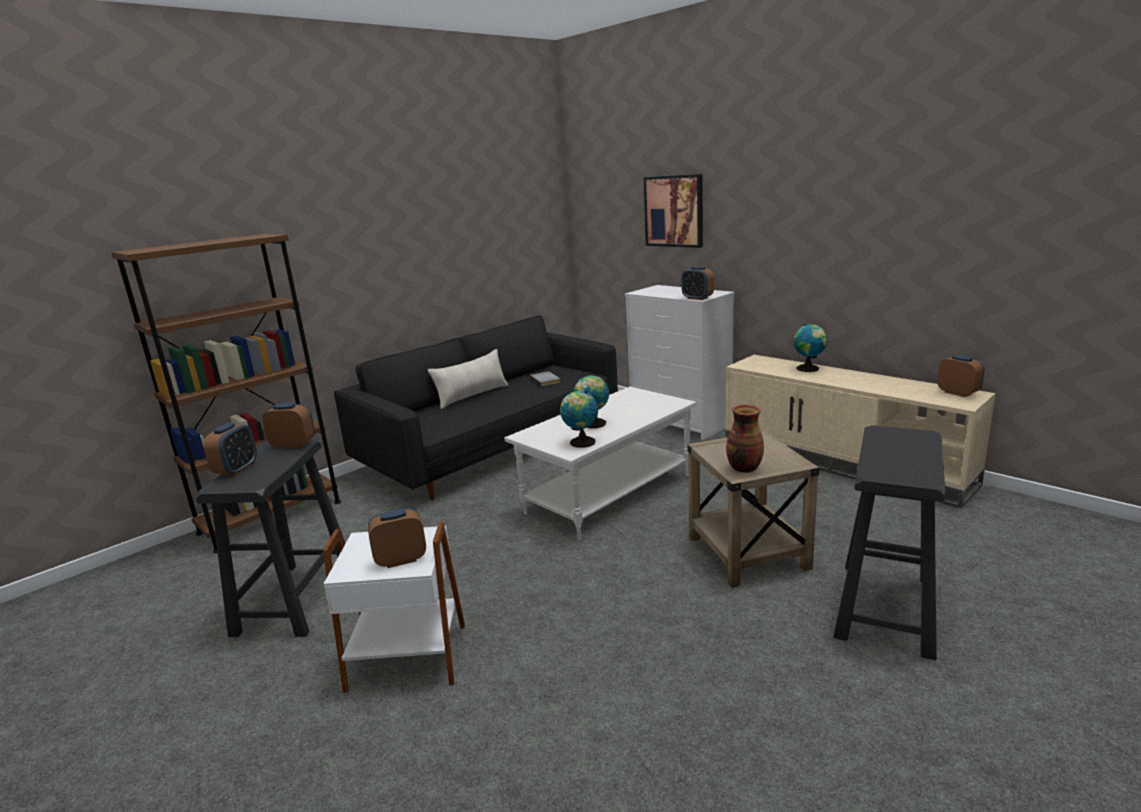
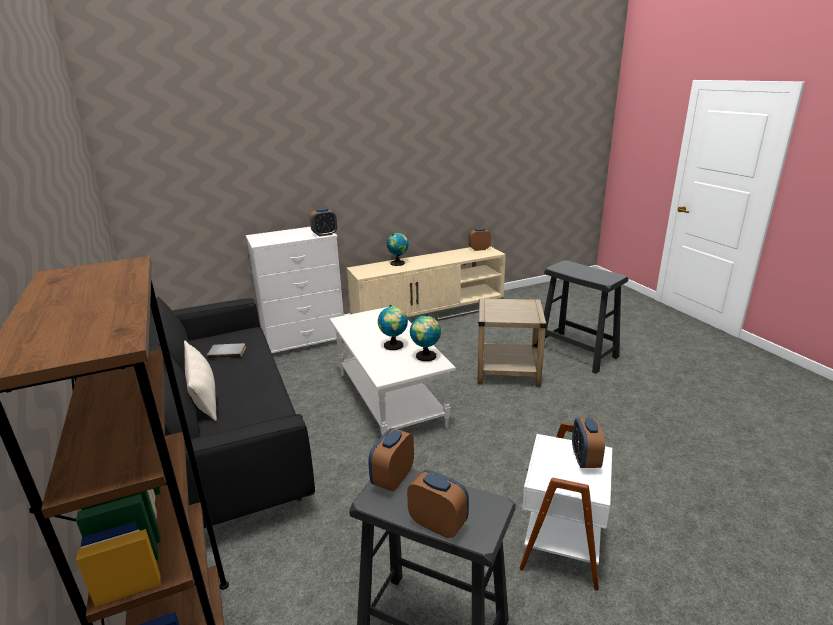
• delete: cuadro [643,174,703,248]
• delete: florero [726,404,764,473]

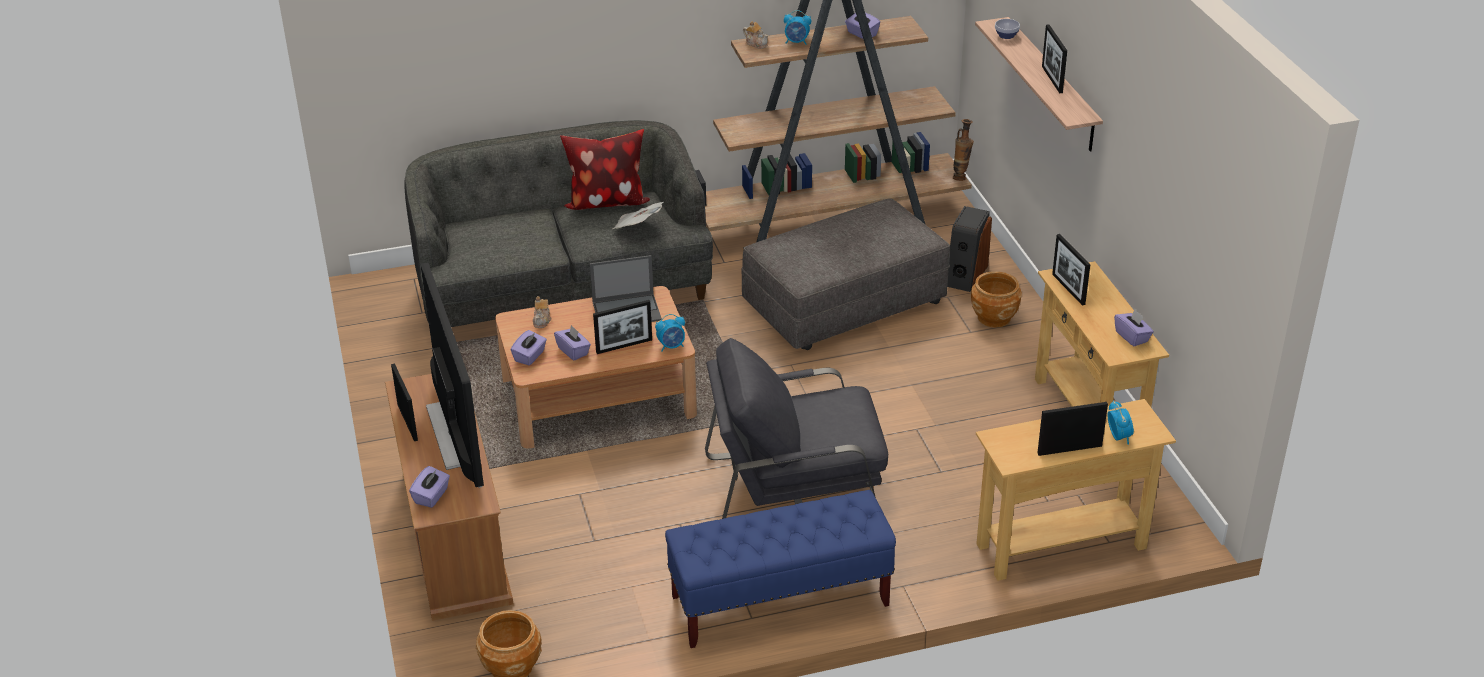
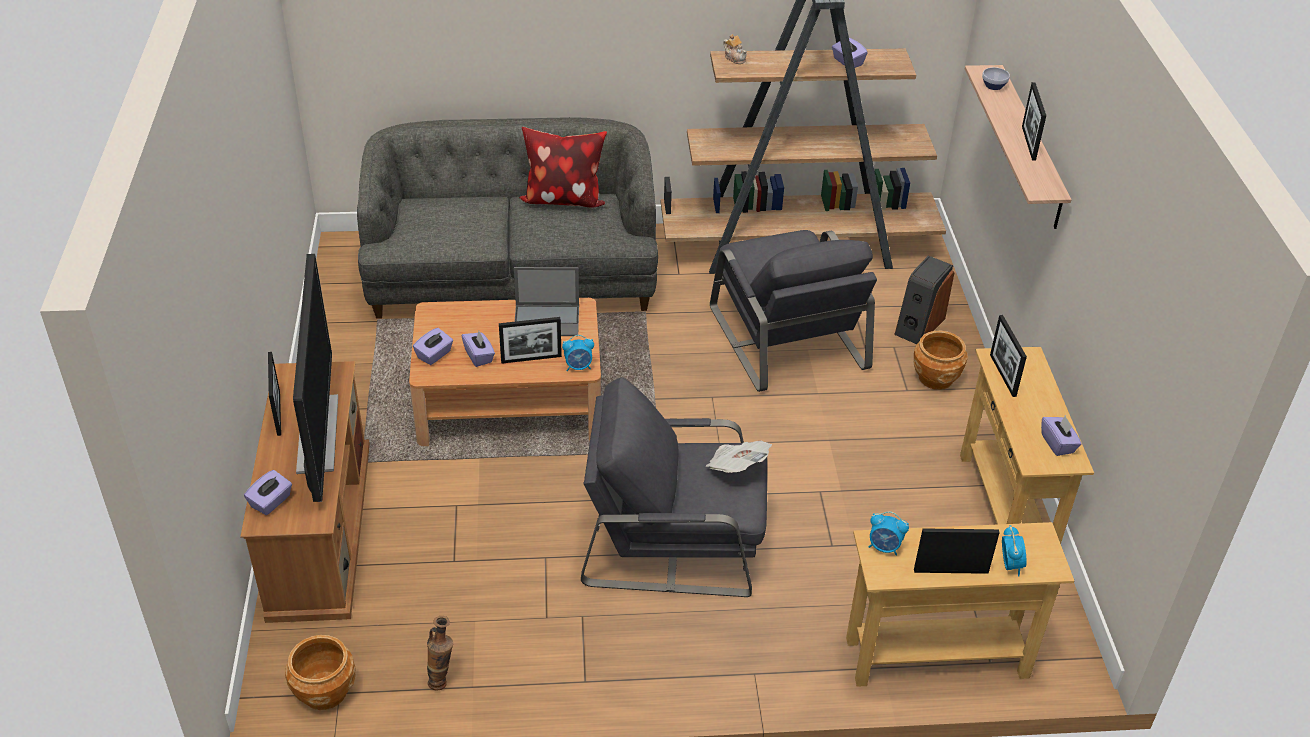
• move: despertador [784,10,811,45] to [869,512,909,556]
• move: florero [953,119,974,181] to [427,616,453,691]
• replace: puf/gris [742,198,950,350] to sillón/gris [710,230,877,392]
• move: periódico [613,202,663,229] to [705,441,772,473]
• delete: tetera [533,296,551,328]
• delete: banco/azul [665,490,896,648]

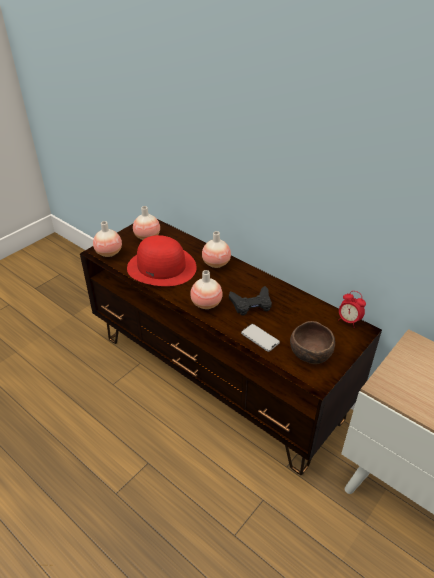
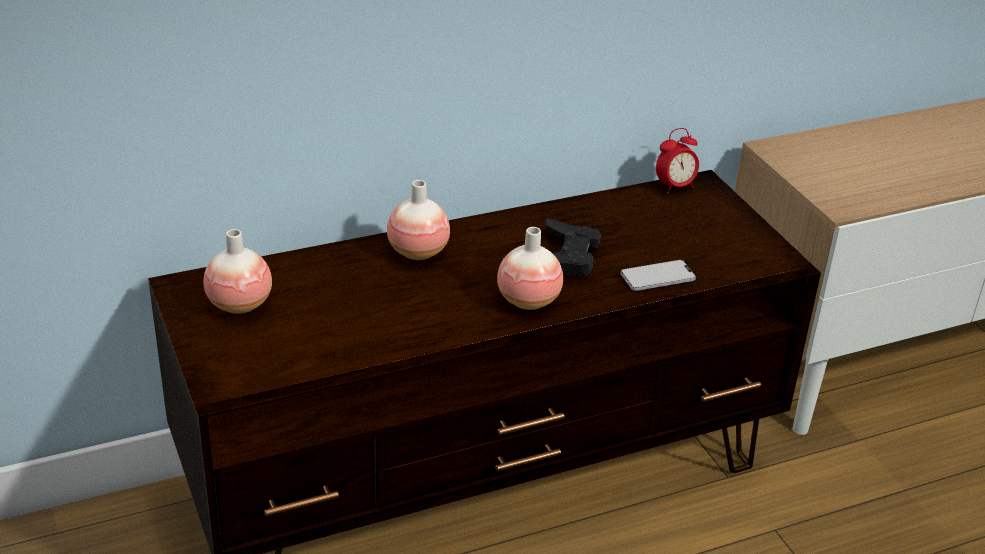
• delete: florero [93,221,122,257]
• delete: sombrero/rojo [127,235,197,286]
• delete: cuenco/marrón [290,321,335,364]

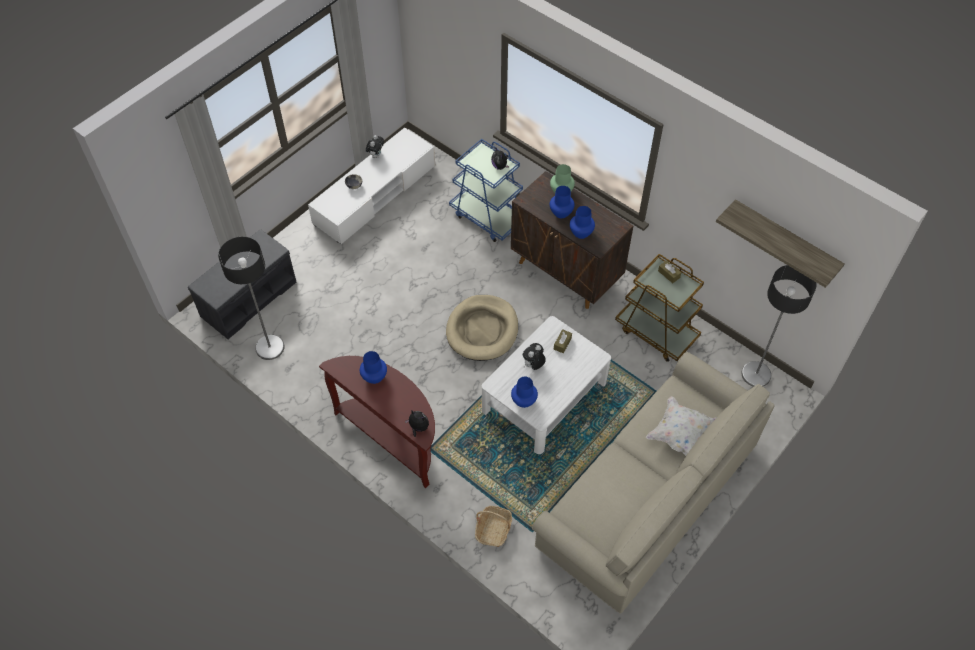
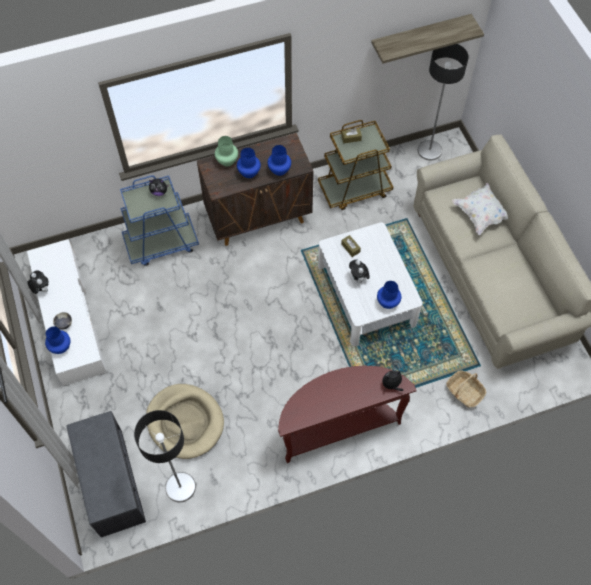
• move: cama para perro/beis [446,295,518,361] to [146,384,224,459]
• move: florero/azul [360,351,387,384] to [45,326,70,354]

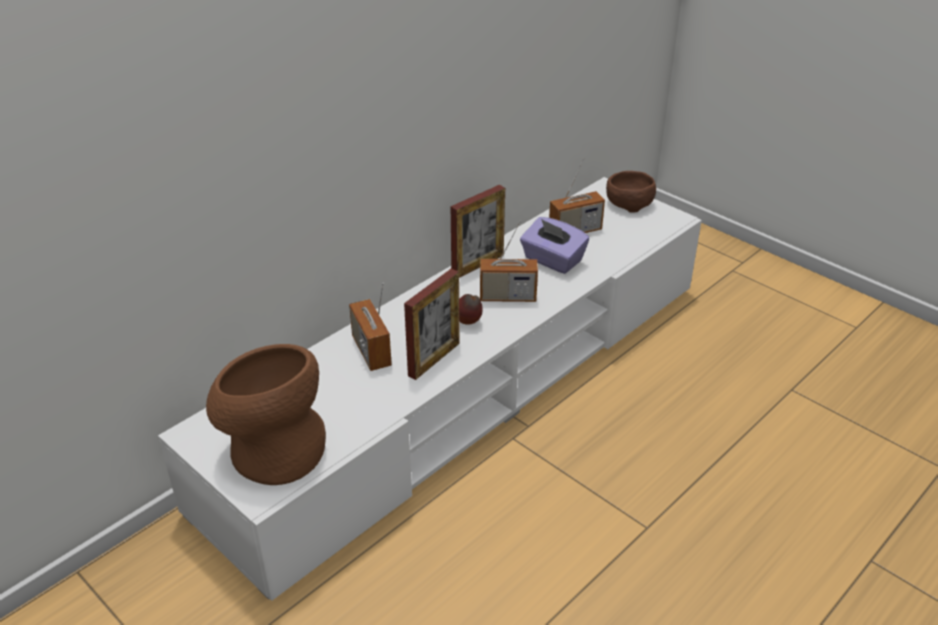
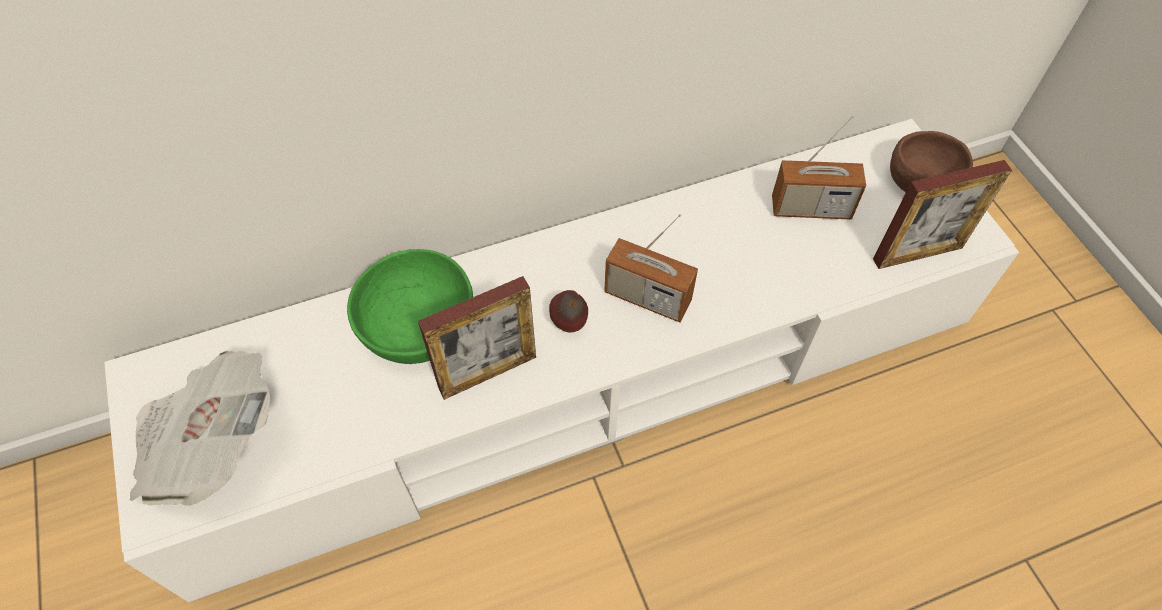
• move: portarretratos [451,185,505,278] to [873,160,1012,269]
• delete: caja de pañuelos/morado [520,217,589,274]
• replace: radio [349,283,392,371] to cuenco/verde [347,249,473,364]
• replace: florero/marrón [206,344,326,485] to periódico [130,350,270,506]

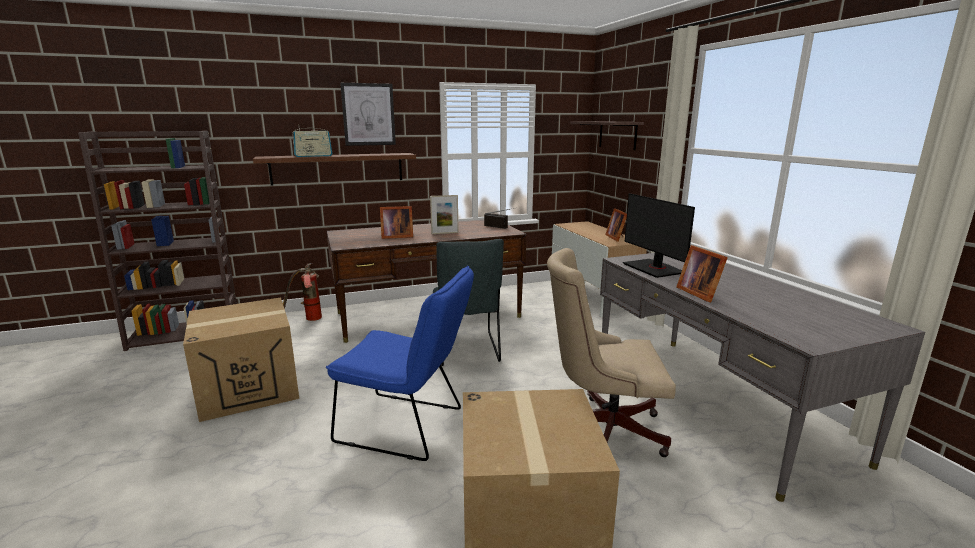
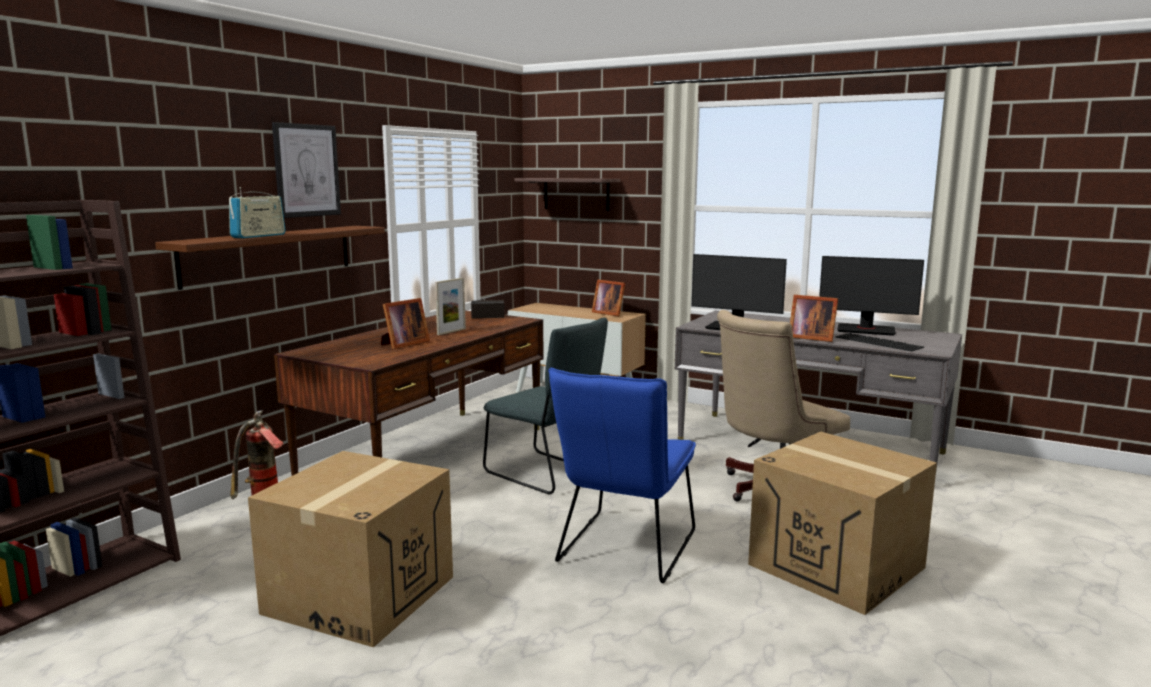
• rotate: silla/azul [326,266,474,461] = [548,368,696,583] 135 degrees clockwise
• insert: monitor [819,256,924,336]
• insert: teclado [835,333,924,351]

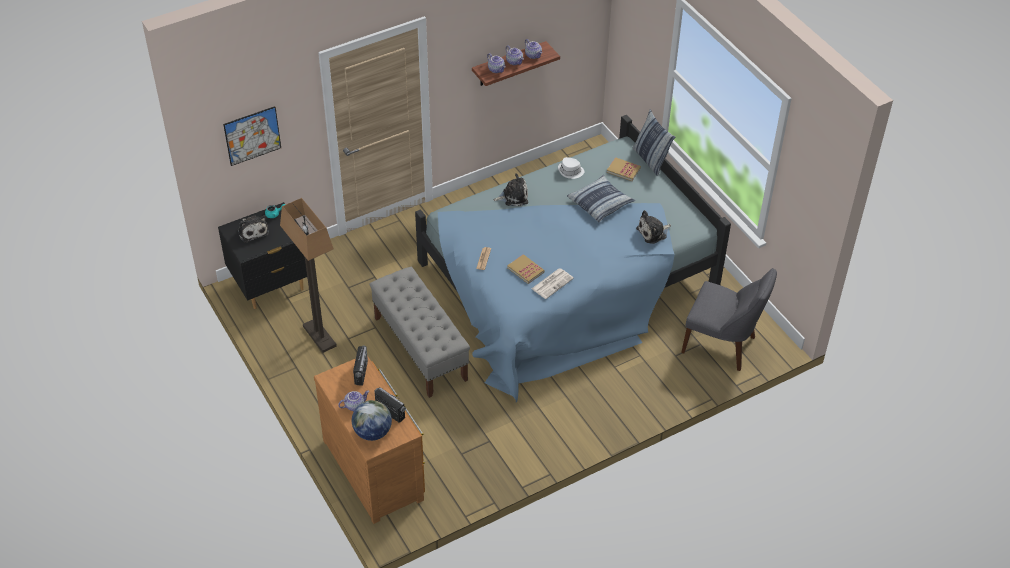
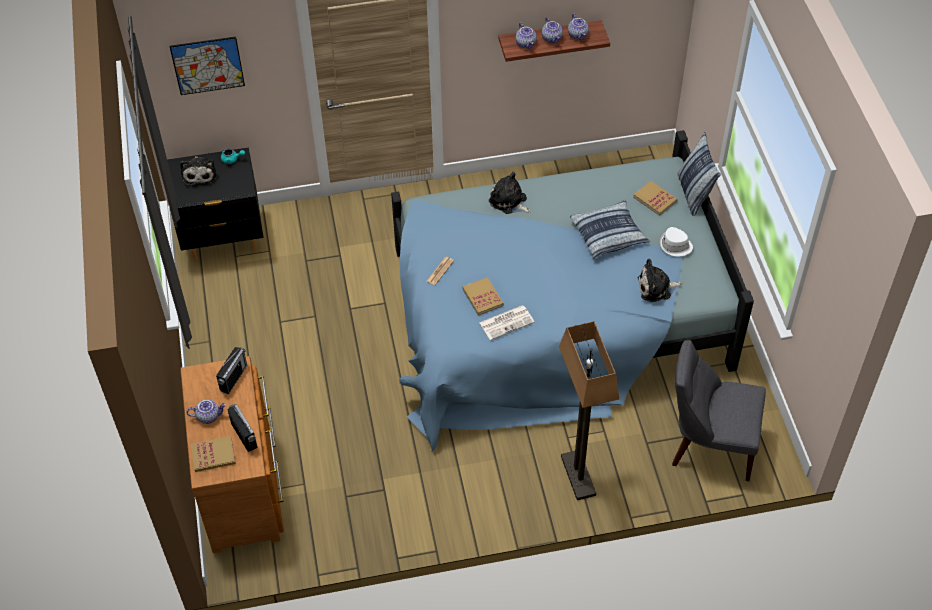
• move: sombrero/blanco [558,157,584,179] to [659,227,693,256]
• rotate: peluche [494,173,528,206] = [489,172,531,214] 150 degrees counterclockwise
• move: lámpara de pie [280,198,337,353] to [559,321,619,500]
• delete: banco/gris [369,267,470,398]
• rotate: silla/gris [681,268,777,371] = [672,340,766,481] 150 degrees clockwise
• replace: globo terráqueo [352,400,392,441] to libro [191,436,236,472]

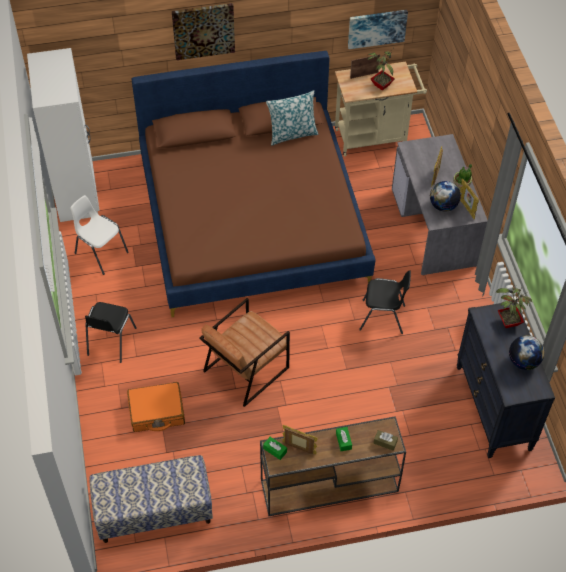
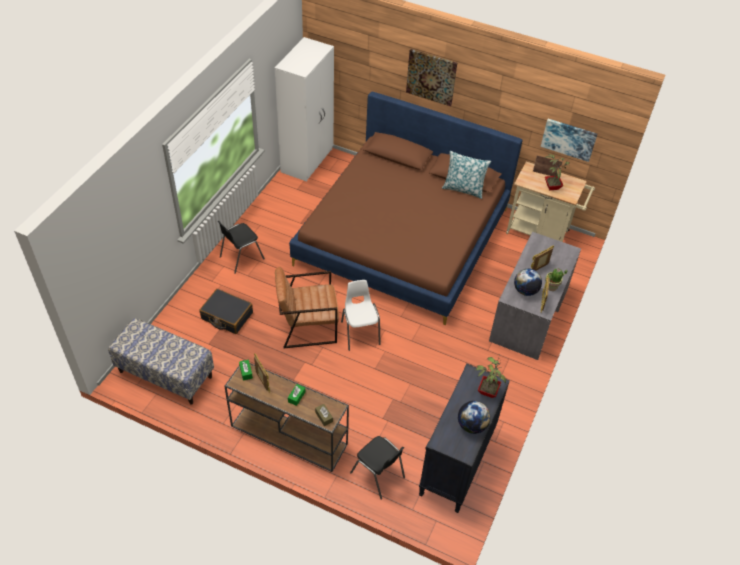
• move: silla/blanco [70,195,129,275] to [341,280,380,351]
• move: silla/negro [359,270,411,334] to [350,436,405,500]
• recolor: maleta/naranja [127,382,185,432] to maleta/negro [199,289,253,334]

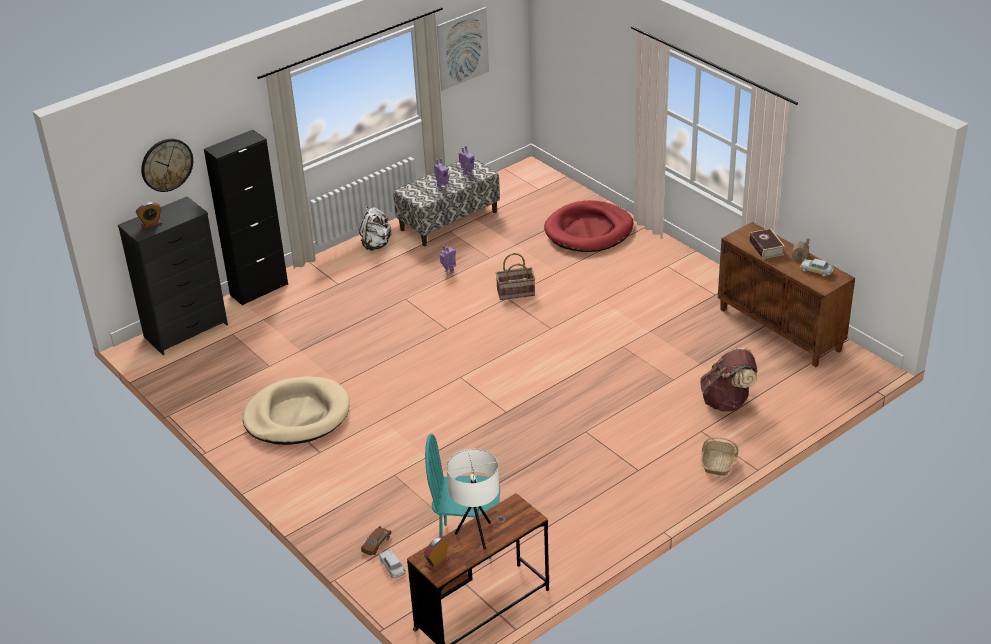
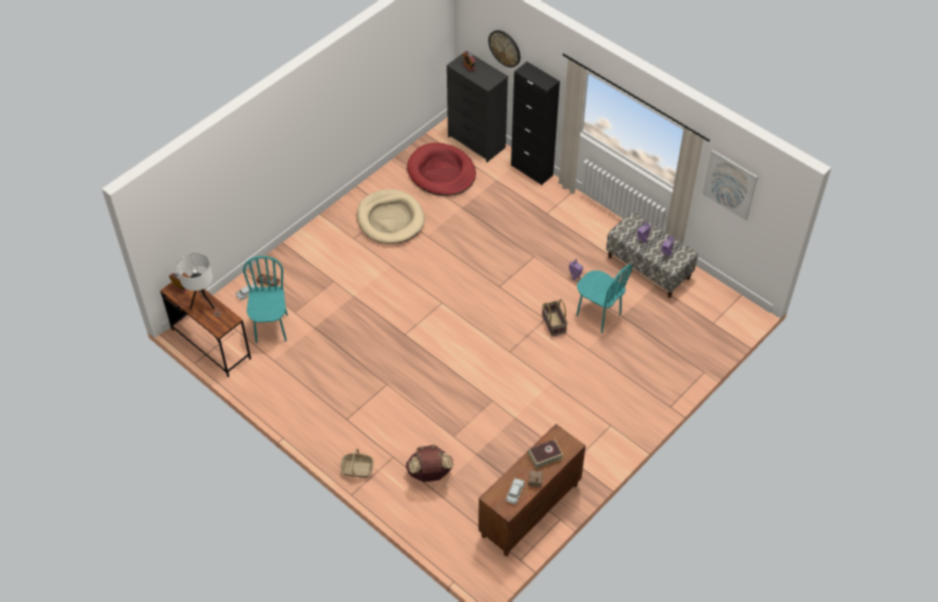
• move: cama para perro/rojo [544,200,634,252] to [407,143,476,196]
• delete: mochila/blanco [358,207,392,251]
• insert: silla/turquesa [576,264,632,333]

